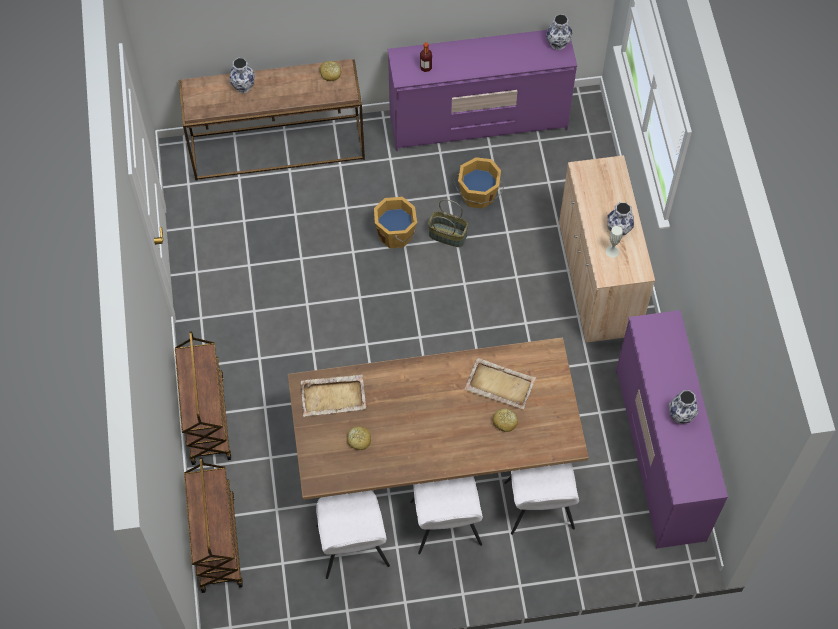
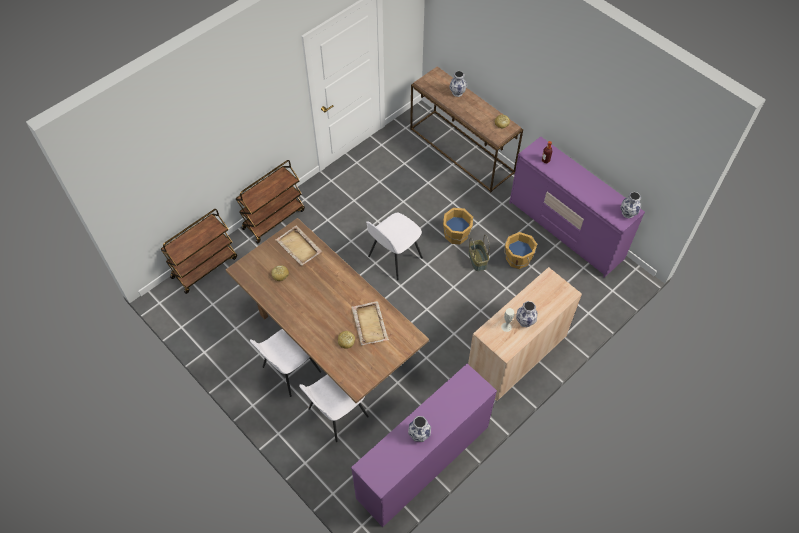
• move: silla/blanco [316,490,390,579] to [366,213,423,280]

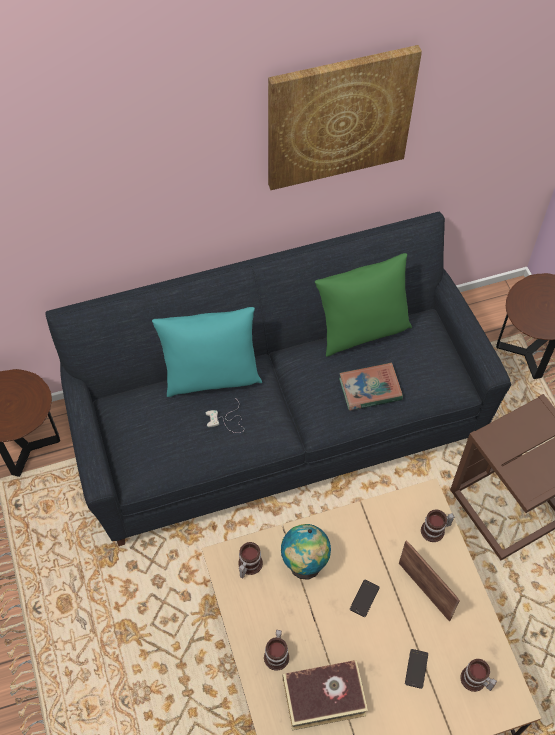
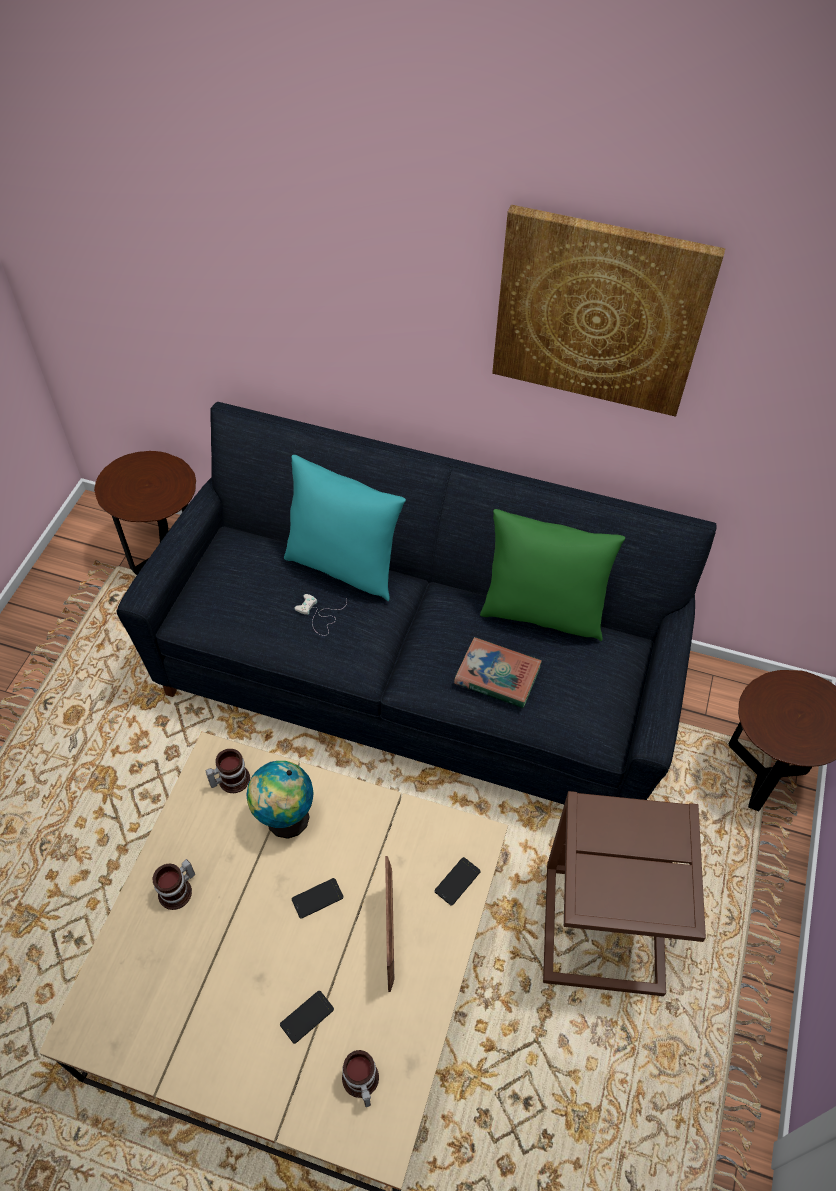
• replace: taza grande [421,510,454,542] to móvil [435,857,481,906]
• delete: libro [283,660,368,730]

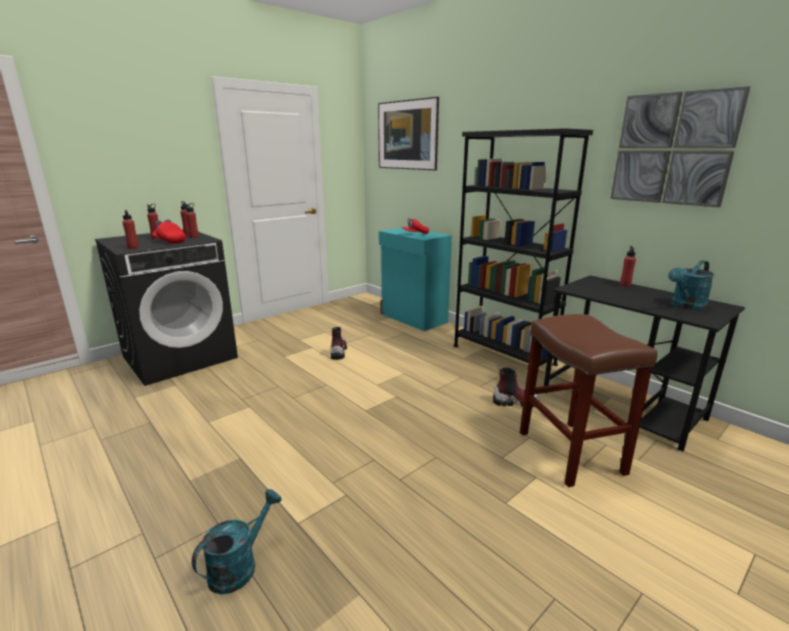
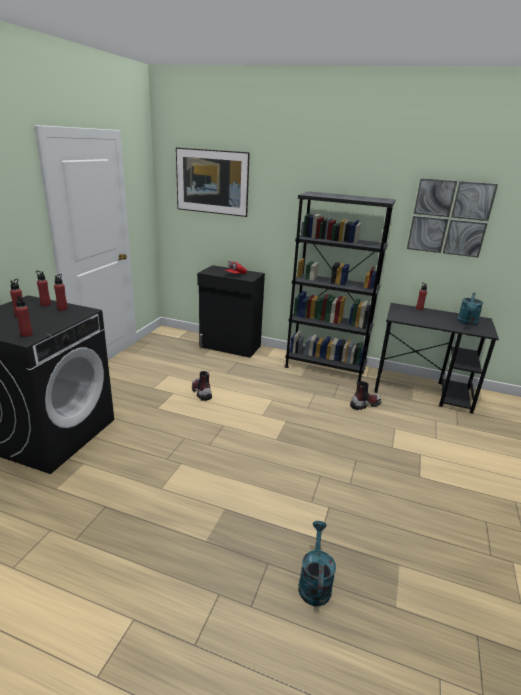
• delete: gorra/rojo [152,219,186,244]
• recolor: armario/turquesa [379,228,452,331] to armario/negro [197,265,265,358]
• delete: taburete/marrón [520,314,657,487]

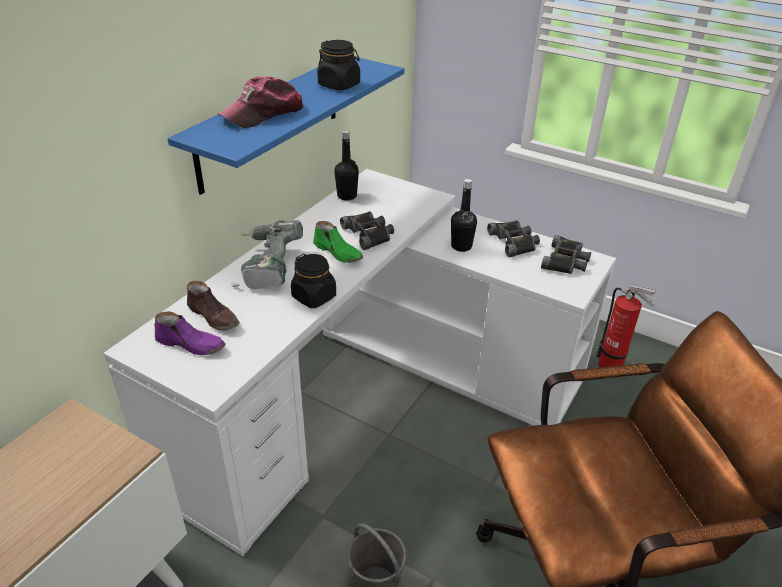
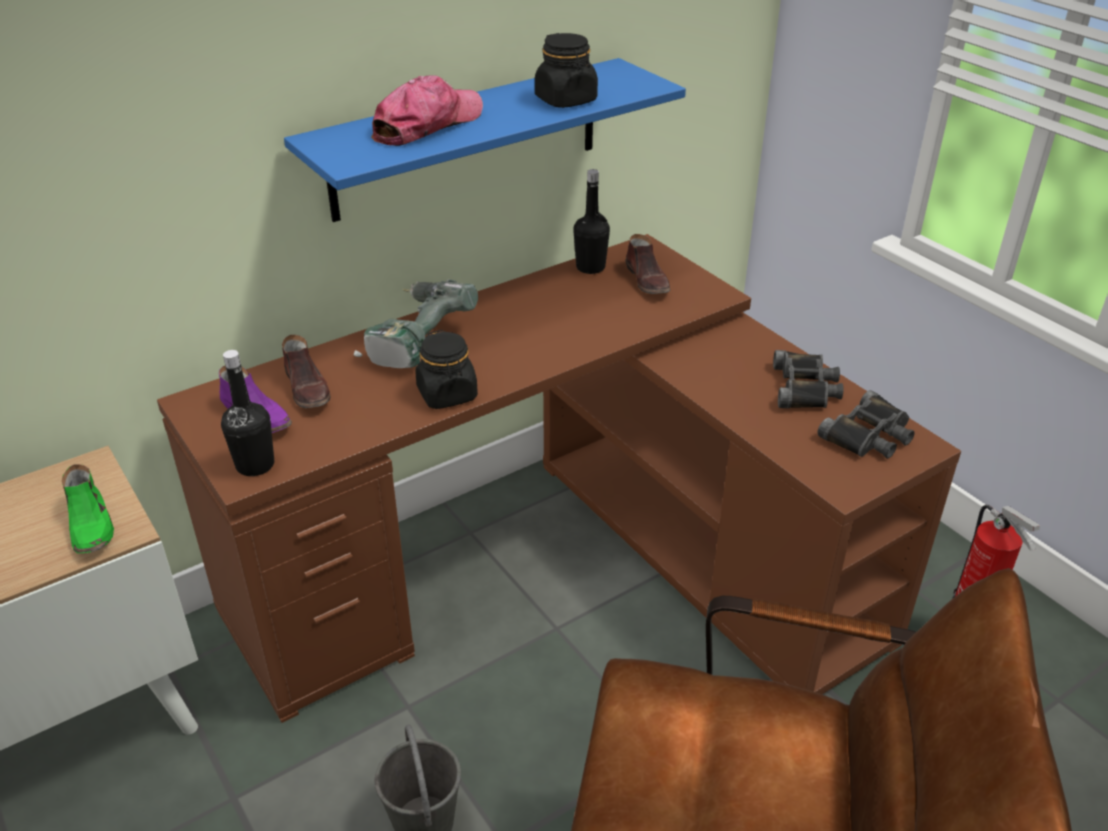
• rotate: gorra [218,76,304,128] = [371,75,483,146] 150 degrees clockwise
• recolor: escritorio/blanco [104,169,616,558] to escritorio/marrón [157,234,961,723]
• move: botella/negro [451,179,477,252] to [221,350,274,476]
• delete: prismáticos/negro [340,211,394,250]
• move: zapato/verde [313,221,363,263] to [62,464,114,554]
• insert: zapato/marrón [625,234,670,294]

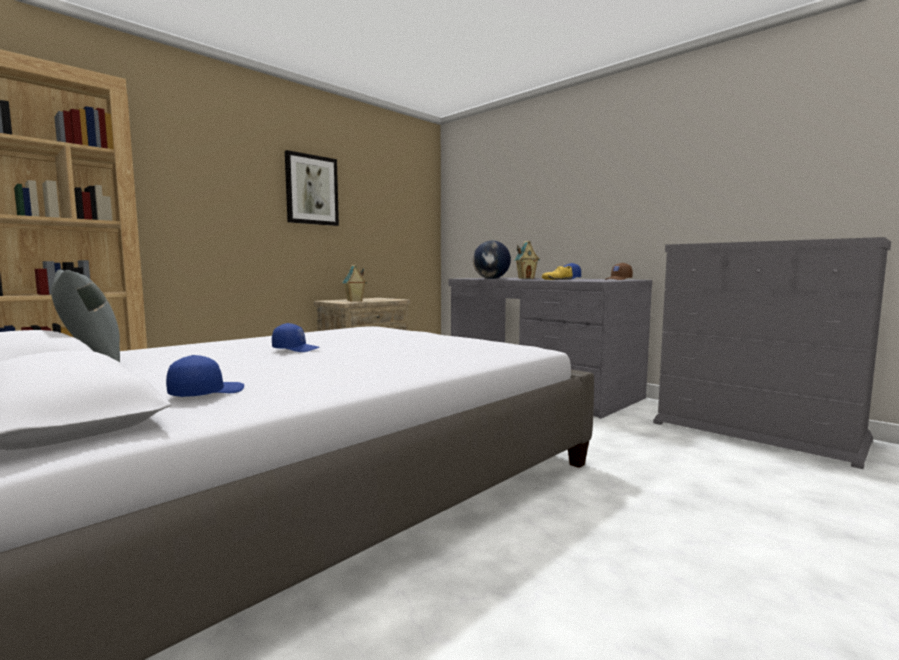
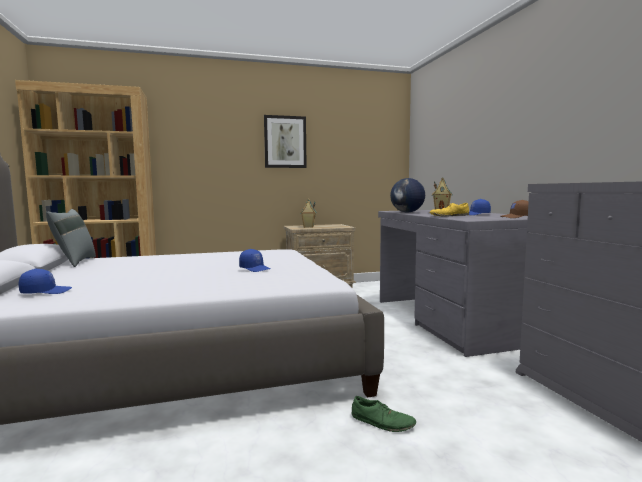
• move: gorra/azul [272,323,320,352] to [239,249,270,272]
• insert: zapato/verde [352,396,416,432]

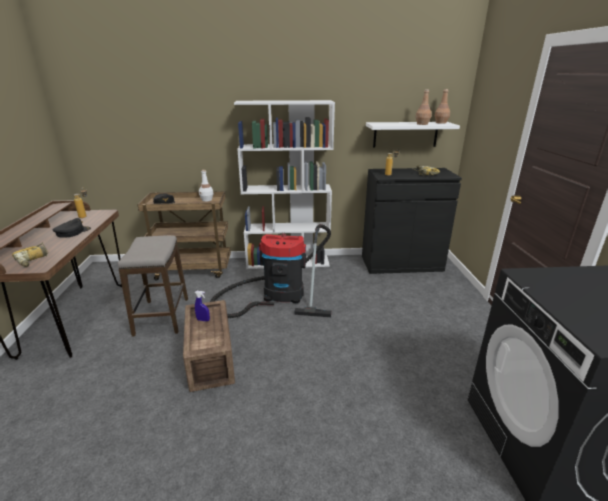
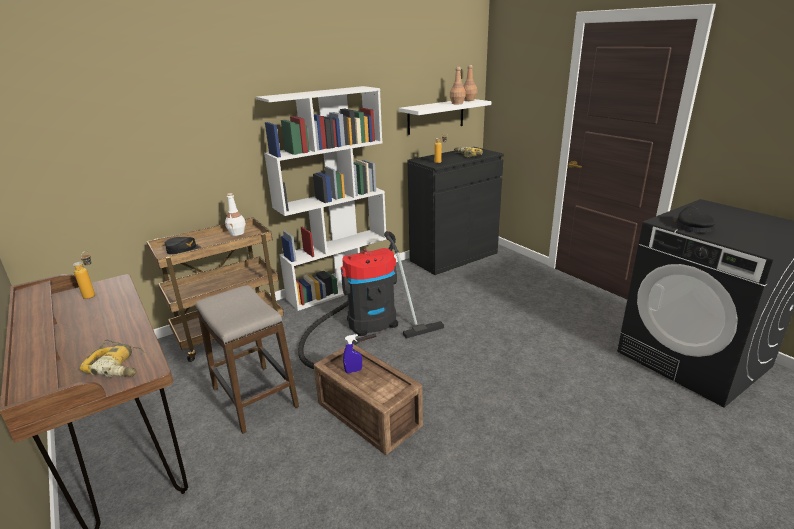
• move: gorra/negro [52,218,91,238] to [673,206,715,233]

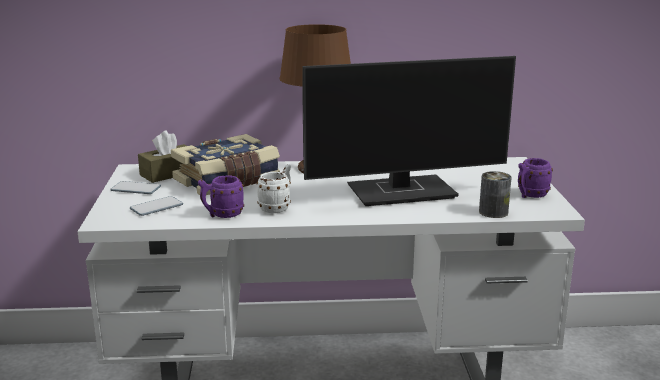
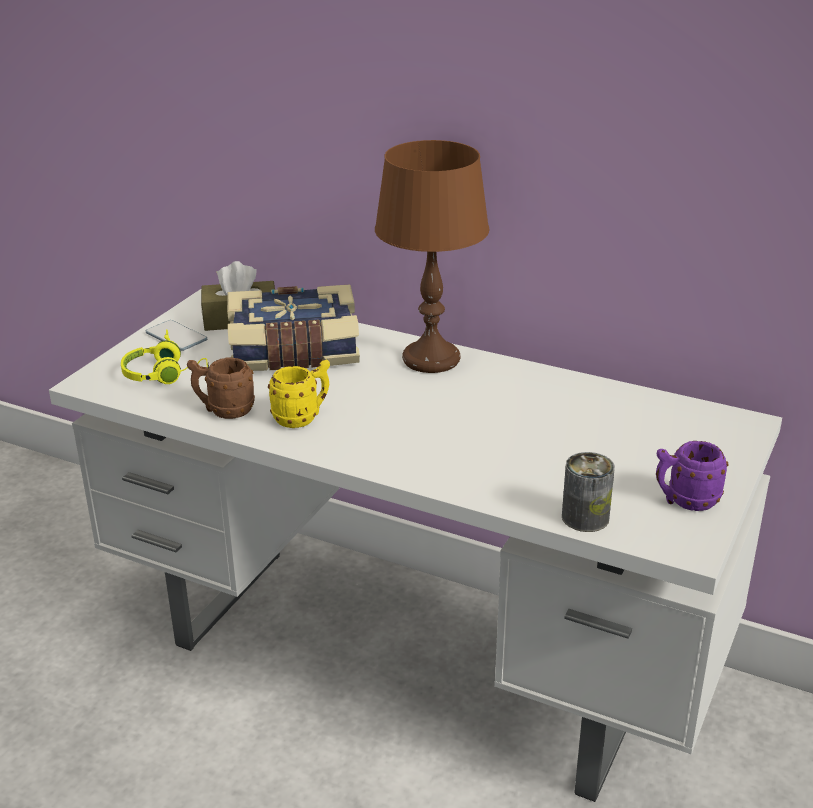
• delete: monitor [303,56,516,206]
• recolor: taza grande/blanco [257,164,291,213] to taza grande/amarillo [268,360,330,428]
• recolor: taza grande/morado [198,175,244,218] to taza grande/marrón [187,357,255,419]
• replace: móvil [130,196,183,216] to auriculares/amarillo [121,329,209,384]

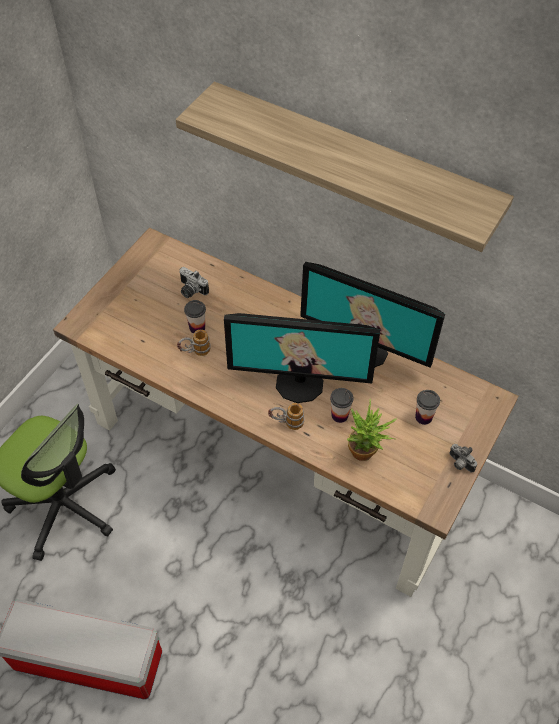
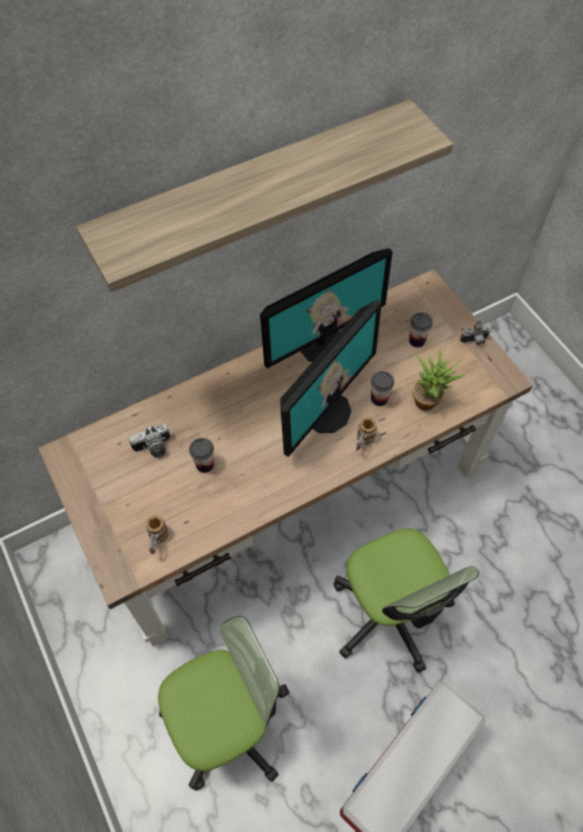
• move: taza grande [177,330,211,356] to [146,516,169,554]
• insert: silla de oficina [334,528,479,673]

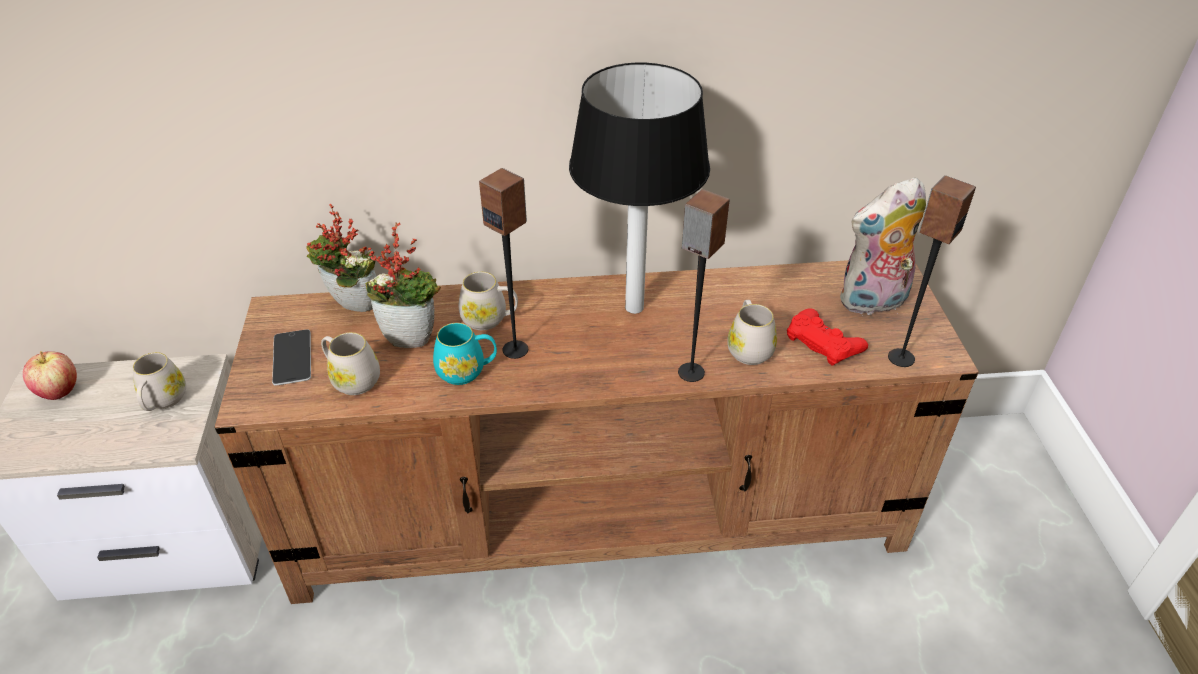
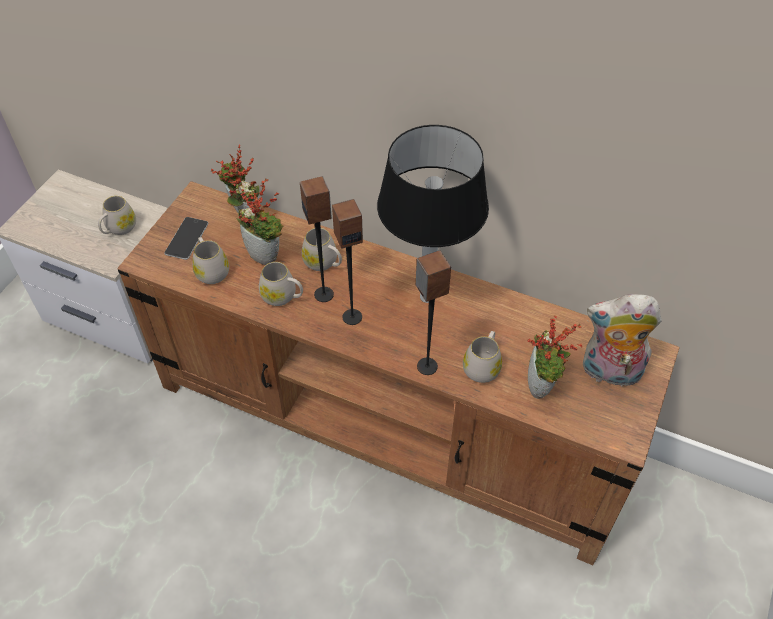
• move: altavoz [888,175,976,367] to [332,199,363,325]
• replace: mando de consola/rojo [787,308,868,366] to planta en maceta [528,316,583,399]
• recolor: taza grande/turquesa [433,323,497,385] to taza grande/blanco [259,262,303,306]
• delete: manzana [23,351,77,400]

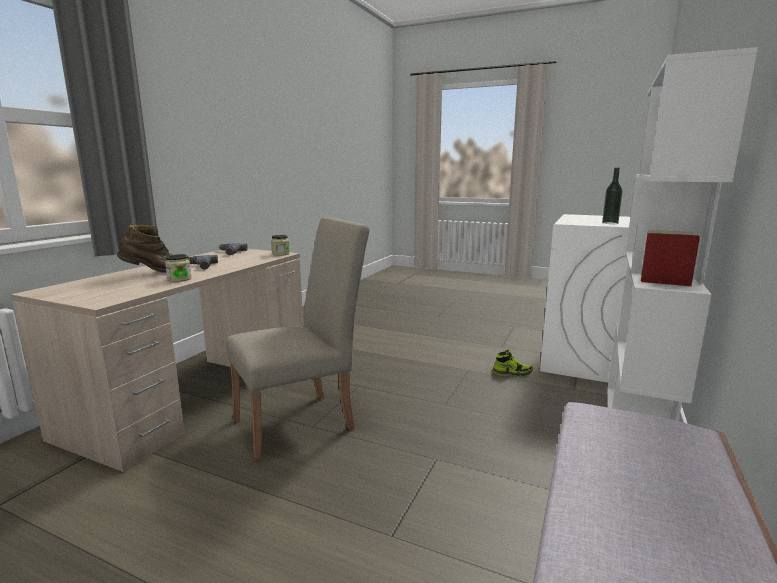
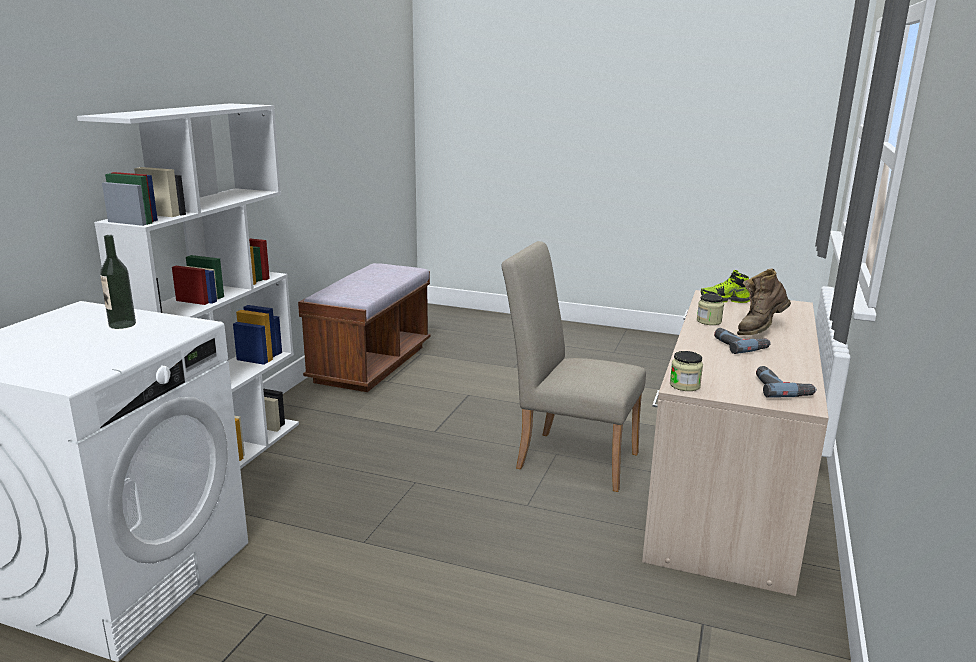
• rotate: silla/beis [226,217,370,461] = [501,241,646,492] 60 degrees clockwise
• move: zapato [493,350,533,377] to [701,270,750,303]

